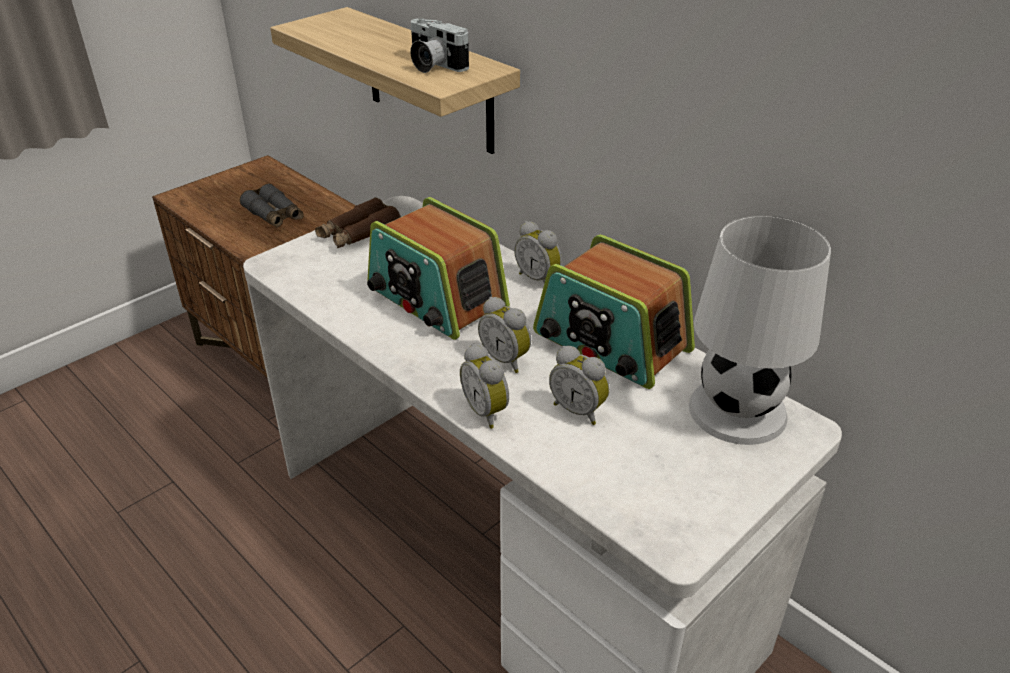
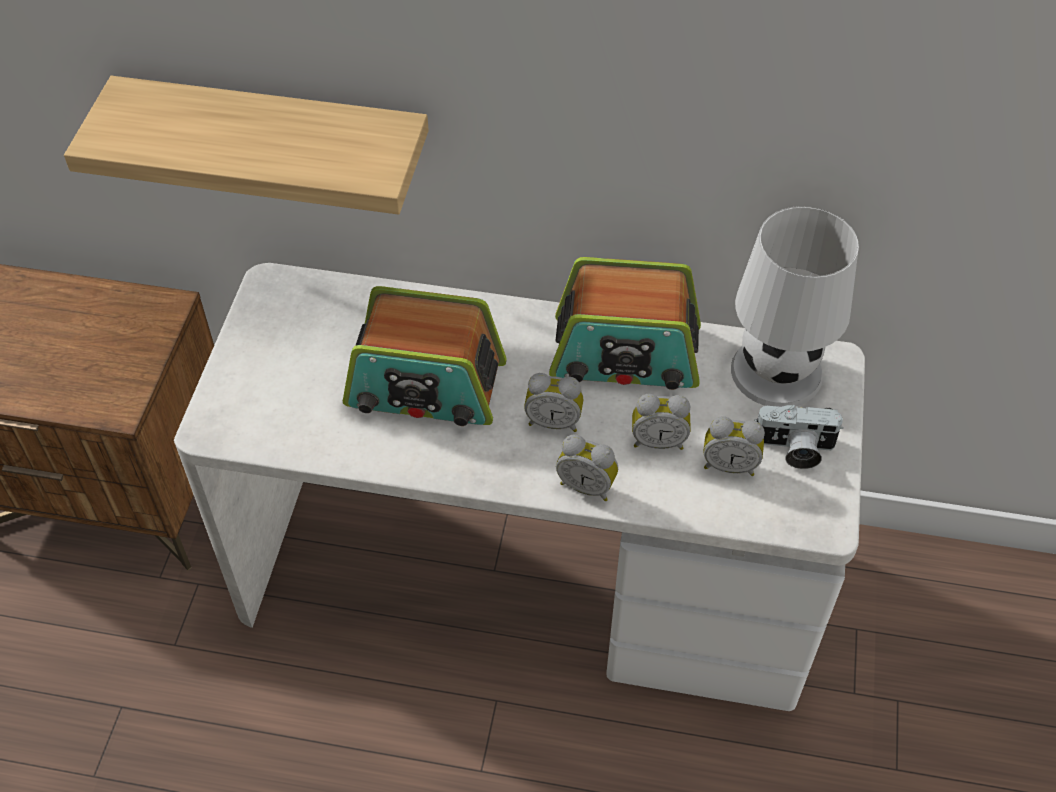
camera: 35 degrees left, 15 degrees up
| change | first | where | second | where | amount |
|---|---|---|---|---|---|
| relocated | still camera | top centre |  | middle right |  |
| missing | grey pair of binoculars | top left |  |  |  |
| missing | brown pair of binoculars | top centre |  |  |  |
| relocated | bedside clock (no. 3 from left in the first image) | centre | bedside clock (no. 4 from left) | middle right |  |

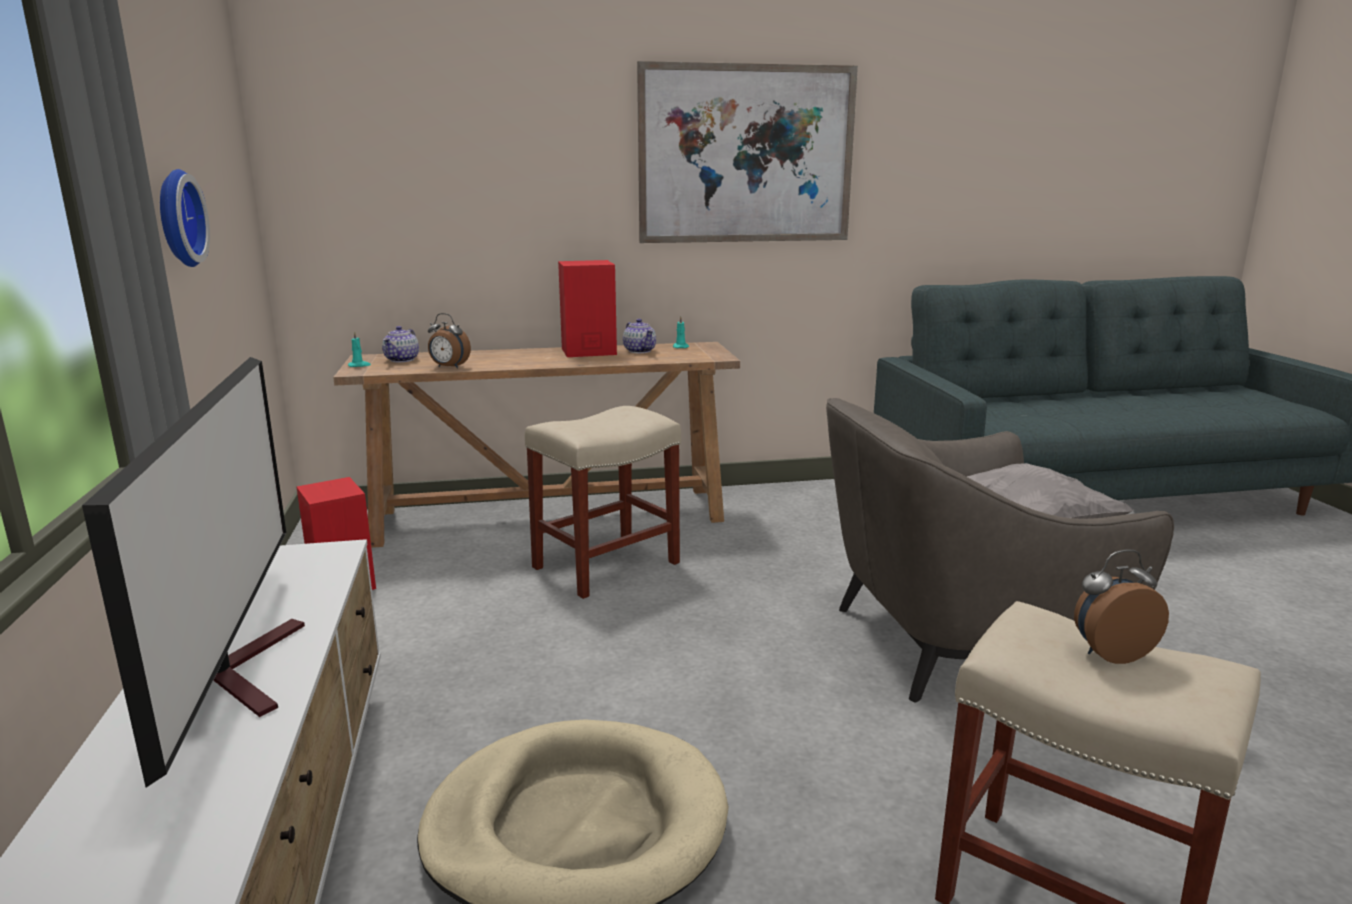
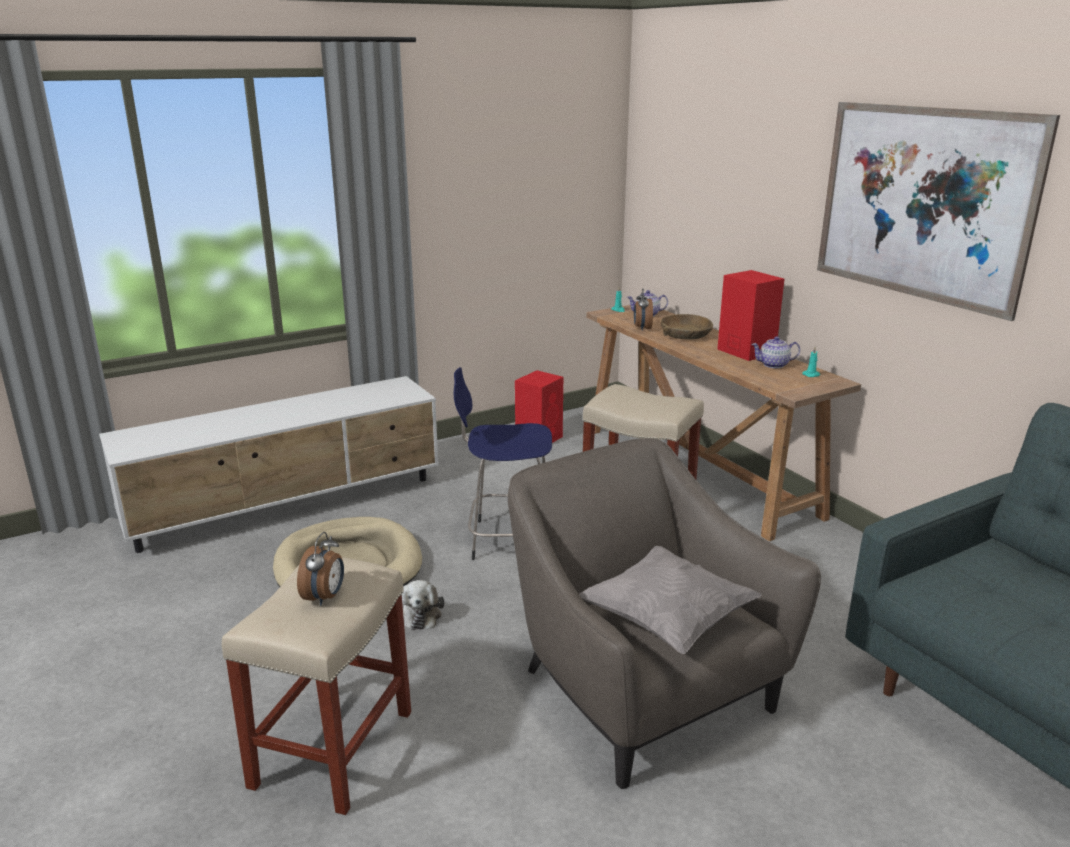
camera: 70 degrees right, 5 degrees up
| change | first | where | second | where | amount |
|---|---|---|---|---|---|
| missing | clock on the wall | top left |  |  |  |
| spun | tea pot (no. 2 from left) | centre |  | middle right | 45 degrees clockwise |
| missing | TV set | middle left |  |  |  |
| spun | bedside clock (no. 2 from left in the first image) | bottom right | bedside clock (no. 1 from left) | bottom left | 45 degrees clockwise |
| appeared |  |  | brown deep dish | centre |  |
| appeared |  |  | blue-coloured sitting stool | centre |  |
| appeared |  |  | plush toy | bottom centre |  |

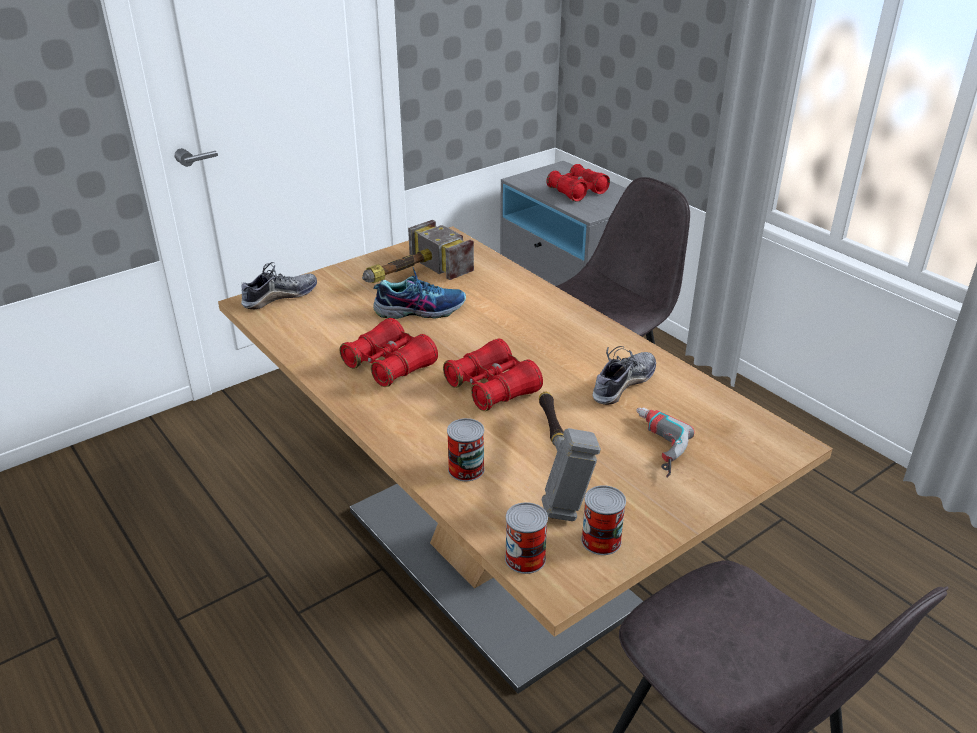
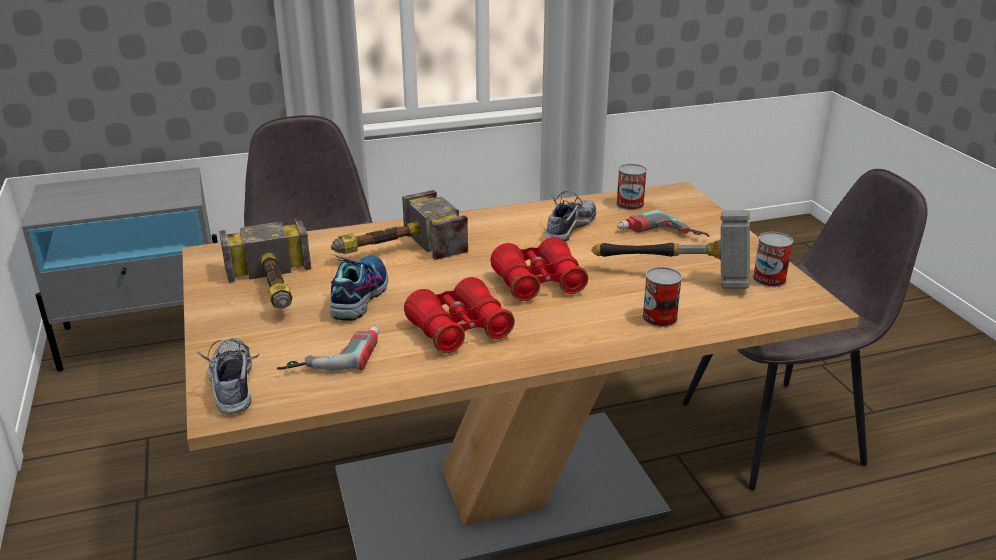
camera: 70 degrees left, 5 degrees down
| change | first | where | second | where | amount |
|---|---|---|---|---|---|
| missing | red-coloured pair of binoculars (no. 3 from left) | top centre |  |  |  |
| spun | low shoe (no. 3 from left) | centre |  | centre | 60 degrees clockwise |
| relocated | sealed can (no. 2 from left in the first image) | bottom centre | sealed can (no. 1 from left) | centre |  |
| appeared |  |  | hammer (no. 2 from left) | centre |  |
| appeared |  |  | drill (no. 1 from left) | middle left |  |

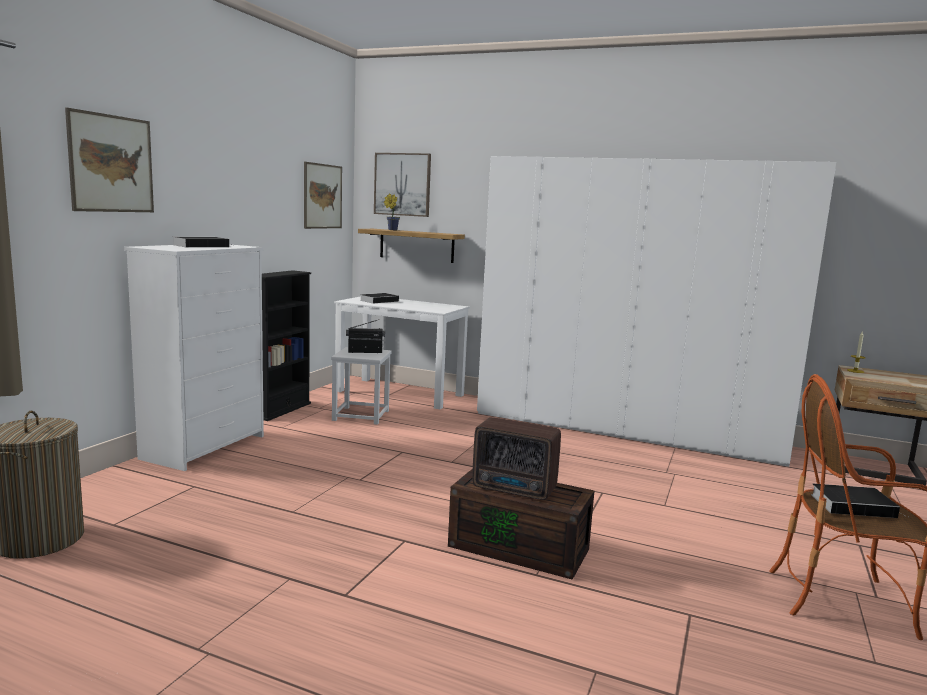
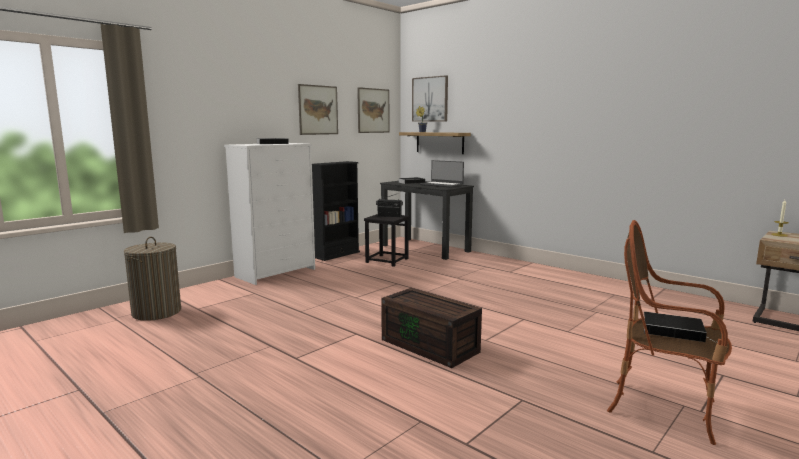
camera: 20 degrees right, 0 degrees up
| change | first | where | second | where | amount |
|---|---|---|---|---|---|
| relocated | wall art (no. 1 from left) | top left |  | top centre |  |
| missing | white-coloured armoire | middle right |  |  |  |
| colour | white-coloured desk | centre | blackish desk | centre |  |
| colour | white-coloured sitting stool | centre | blackish sitting stool | centre |  |
| missing | radio receiver (no. 2 from left) | centre |  |  |  |
| appeared |  |  | portable computer | centre |  |

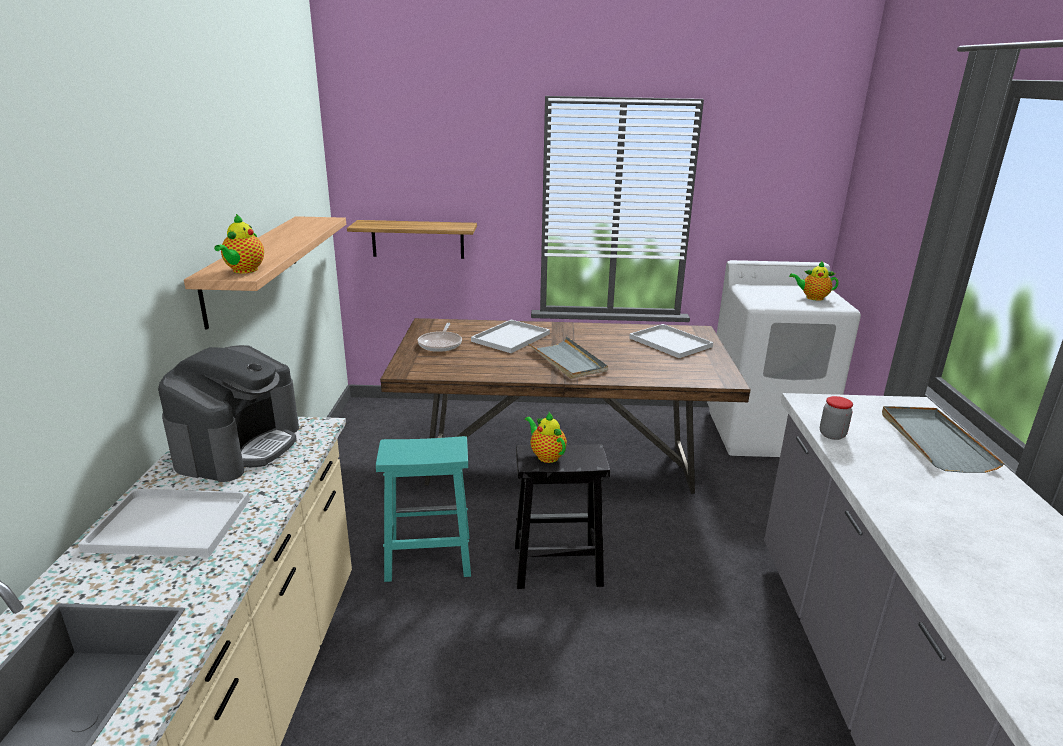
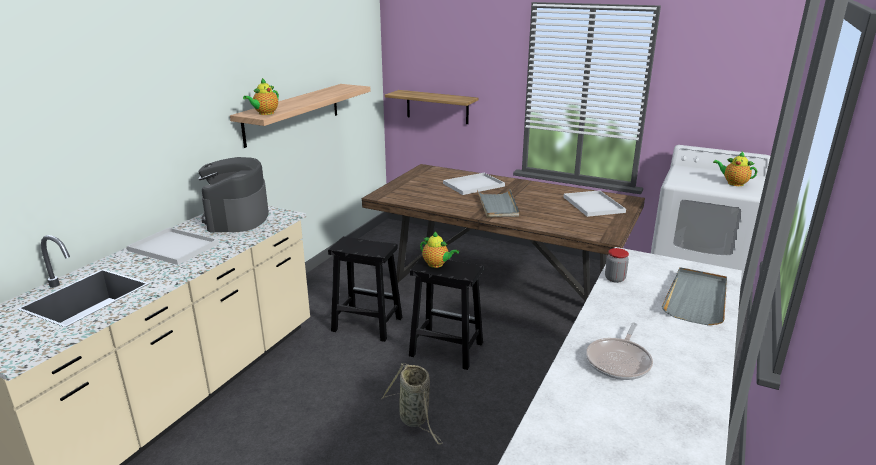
camera: 25 degrees right, 0 degrees up
| change | first | where | second | where | amount |
|---|---|---|---|---|---|
| relocated | frying pan | centre |  | bottom right |  |
| spun | coffee brewer | middle left |  | middle left | 135 degrees clockwise |
| spun | tea pot (no. 2 from left) | centre |  | centre | 135 degrees clockwise |
| colour | turquoise sitting stool | bottom centre | blackish sitting stool (no. 1 from left) | centre |  |
| appeared |  |  | household basket | bottom centre |  |

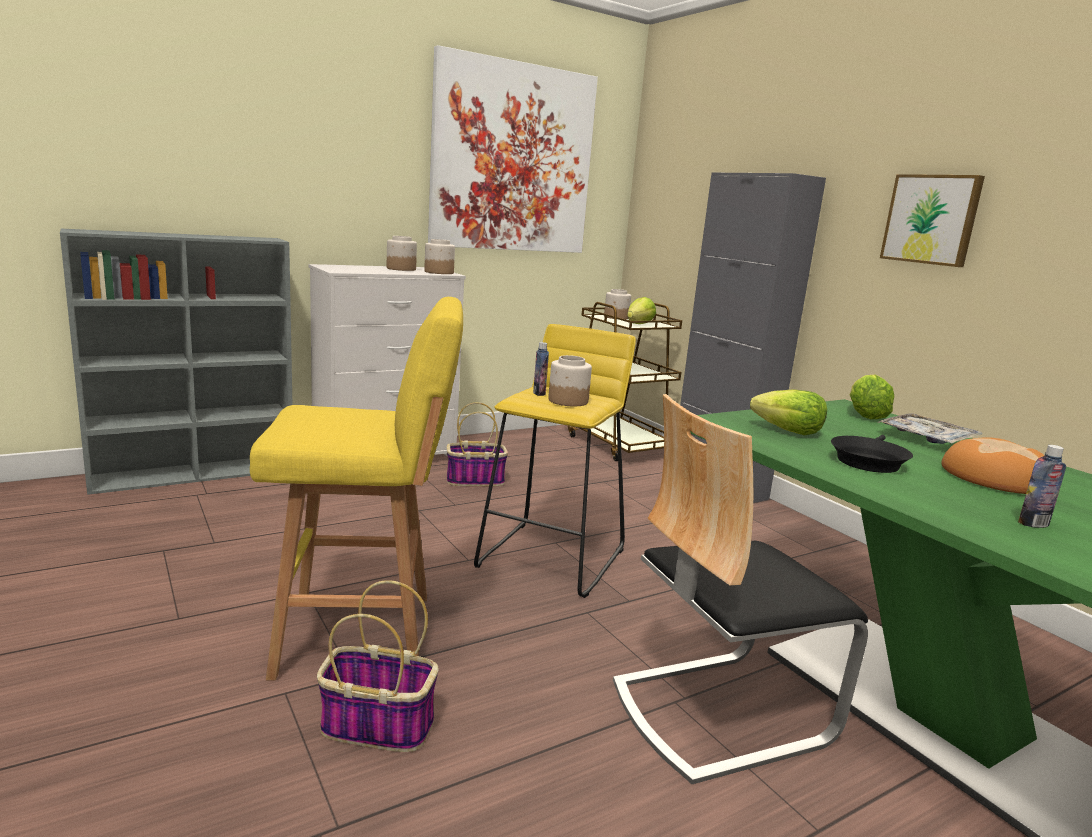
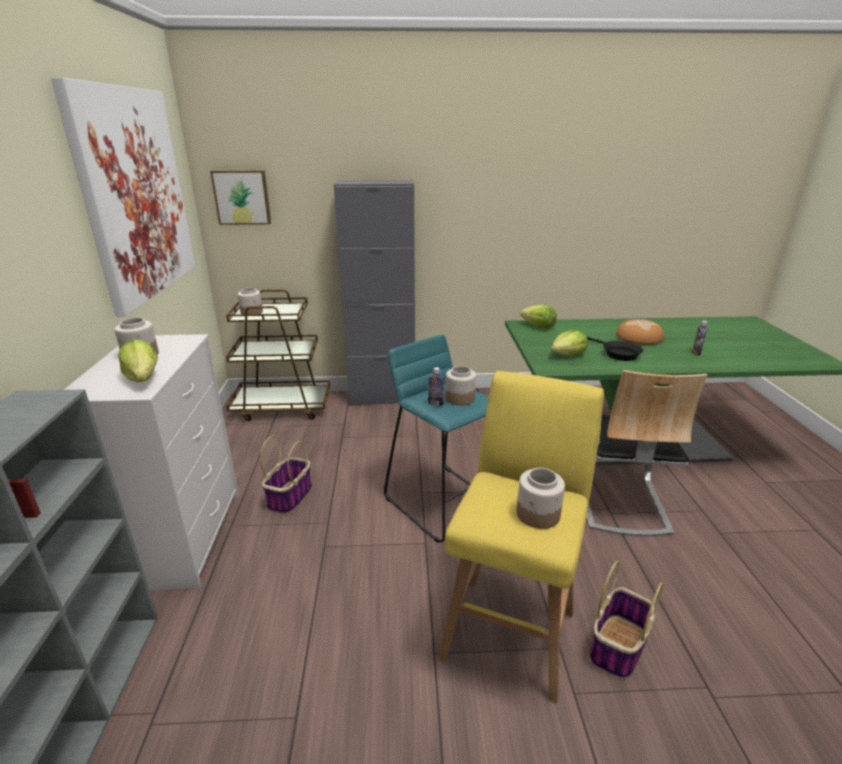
camera: 60 degrees left, 10 degrees up
| change | first | where | second | where | amount |
|---|---|---|---|---|---|
| relocated | wall art (no. 2 from left) | top right |  | top left |  |
| relocated | jar (no. 2 from left in the first image) | top centre | jar (no. 4 from left) | centre |  |
| relocated | lettuce (no. 1 from left) | centre |  | middle left |  |
| colour | yellow sitting stool (no. 2 from left) | centre | turquoise sitting stool | centre |  |
| missing | carrying tray | middle right |  |  |  |

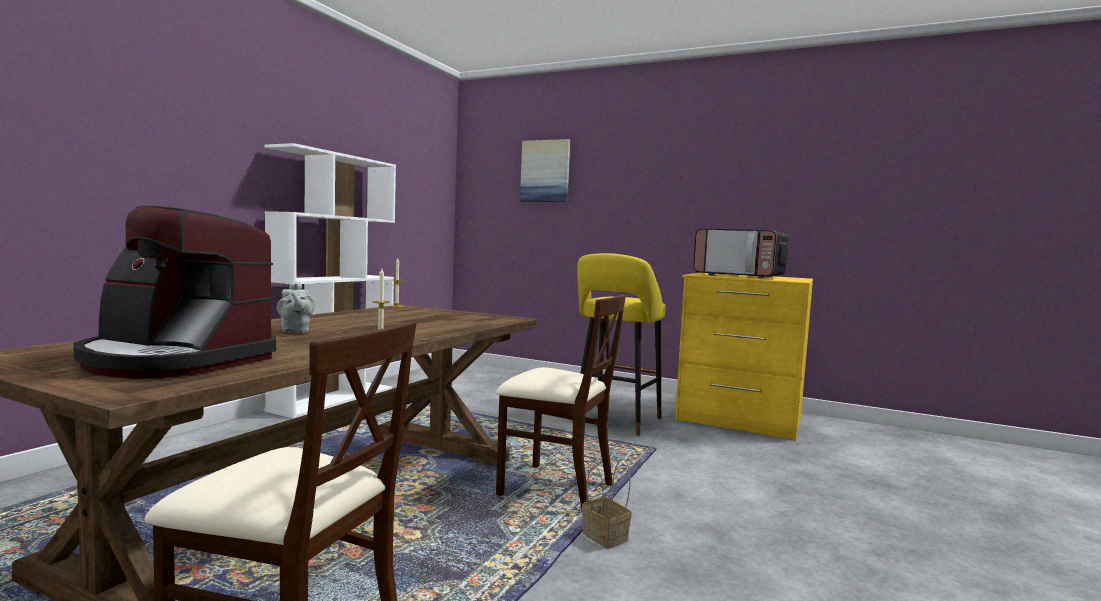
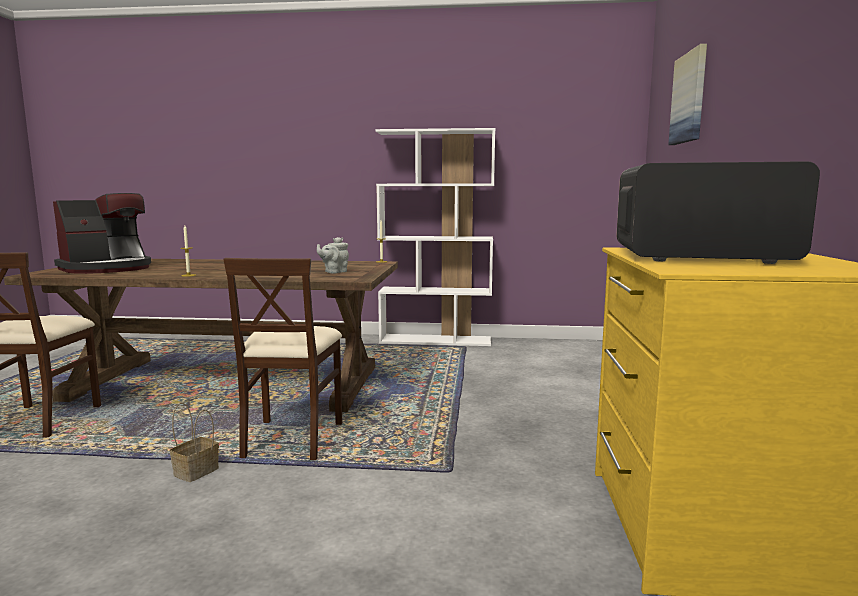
camera: 70 degrees right, 5 degrees up
| change | first | where | second | where | amount |
|---|---|---|---|---|---|
| spun | coffee brewer | middle left |  | middle left | 135 degrees counterclockwise |
| spun | microwave oven | middle right |  | middle right | 90 degrees clockwise |
| missing | yellow sitting stool | centre |  |  |  |
| relocated | grey tea pot | middle left |  | centre |  |

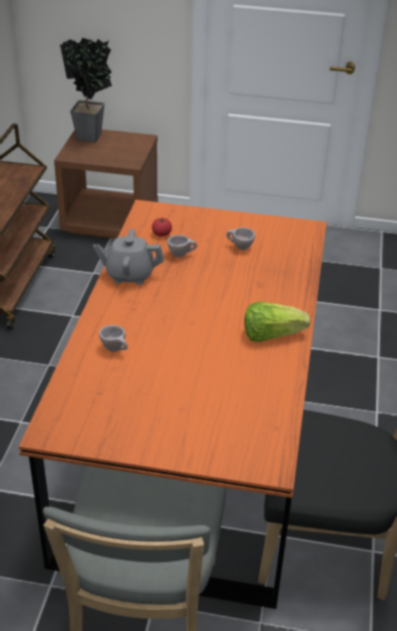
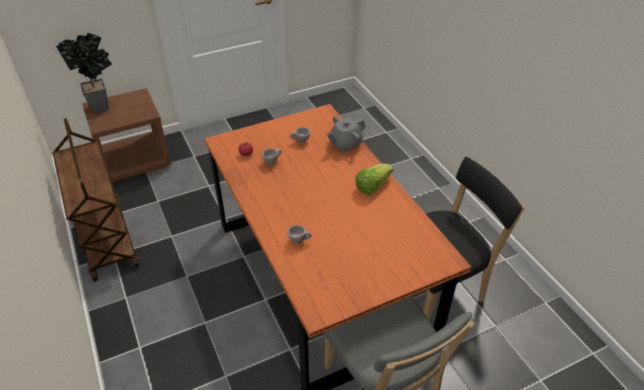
camera: 35 degrees left, 5 degrees up
| change | first | where | second | where | amount |
|---|---|---|---|---|---|
| relocated | grey tea pot | middle left |  | centre |  |

